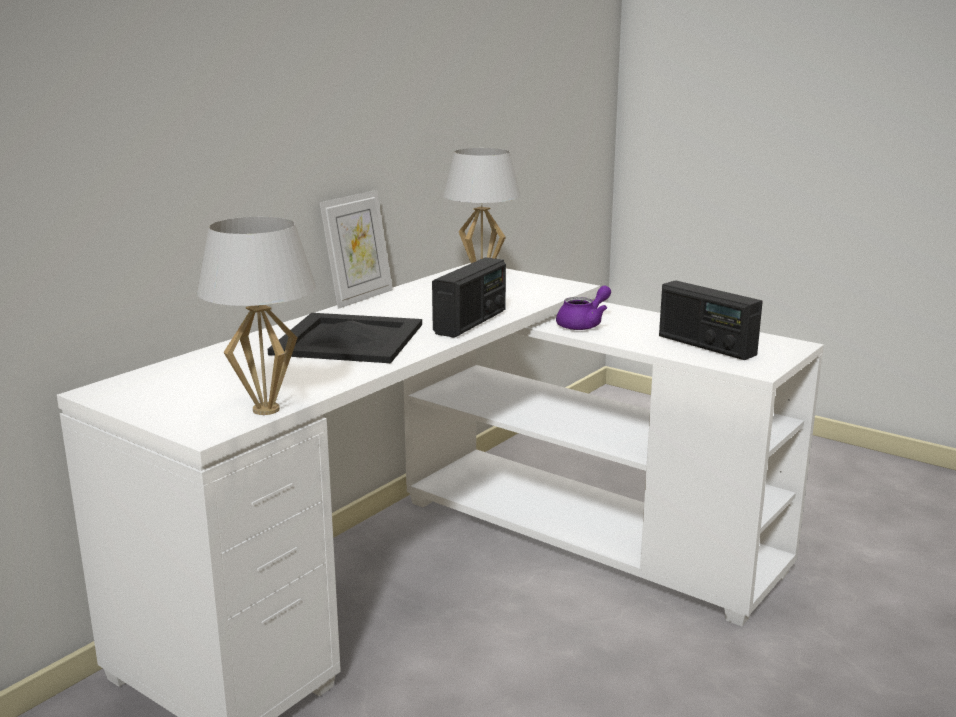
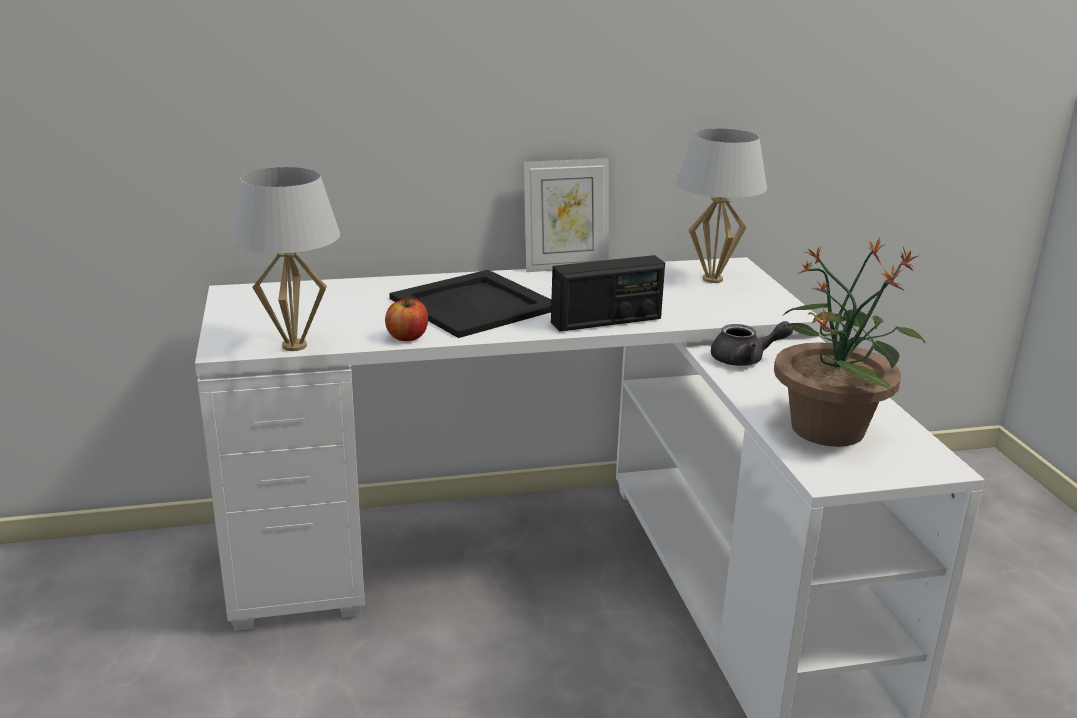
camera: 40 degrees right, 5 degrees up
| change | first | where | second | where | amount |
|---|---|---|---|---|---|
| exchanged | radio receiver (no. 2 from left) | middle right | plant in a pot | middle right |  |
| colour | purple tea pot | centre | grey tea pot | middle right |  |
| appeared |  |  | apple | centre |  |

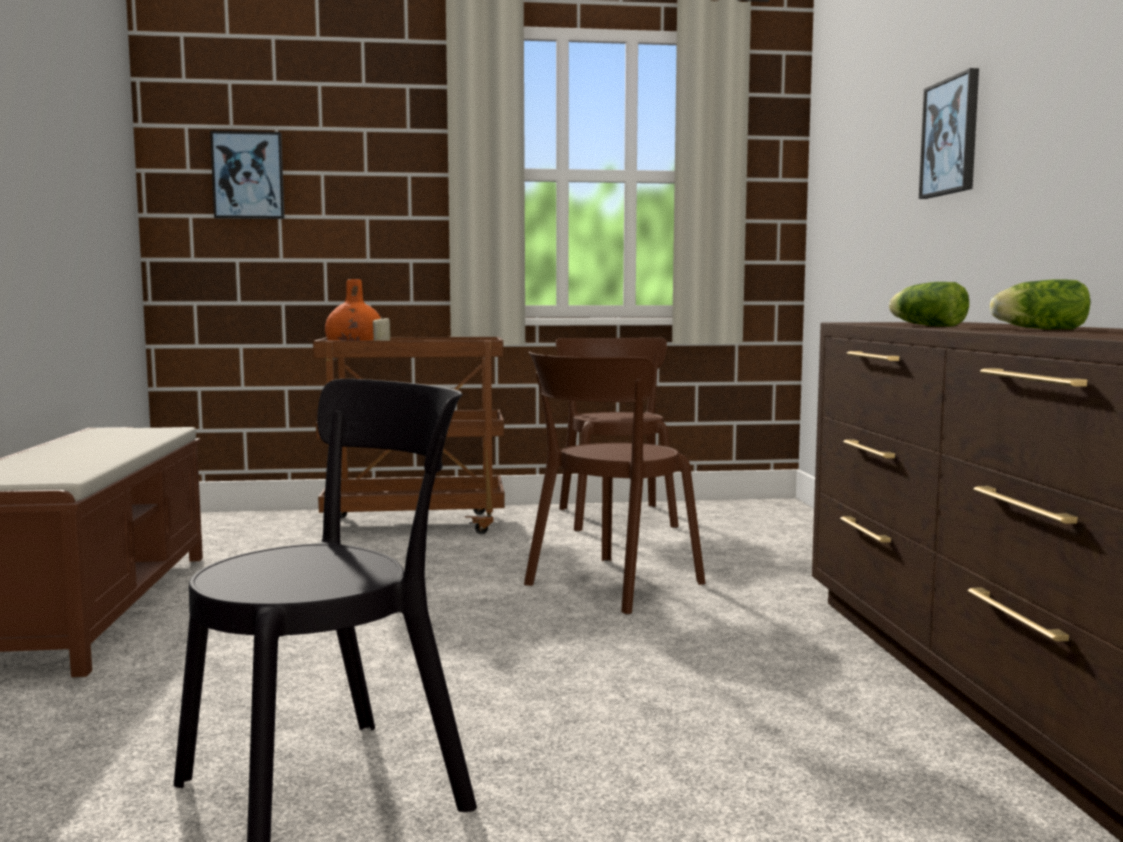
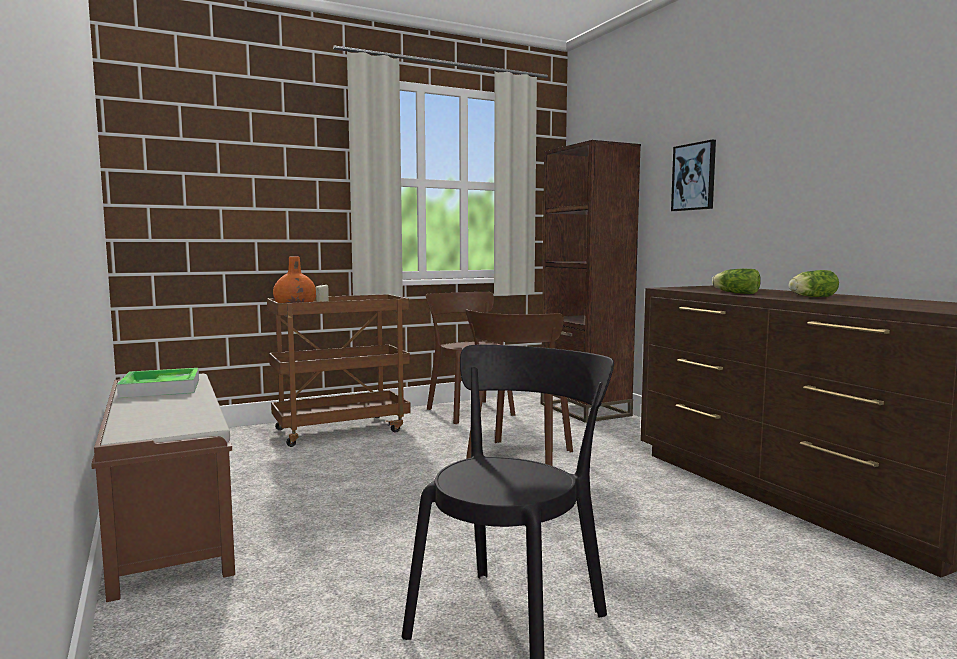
camera: 20 degrees left, 0 degrees up
| change | first | where | second | where | amount |
|---|---|---|---|---|---|
| missing | wall art (no. 1 from left) | top left |  |  |  |
| appeared |  |  | brown bookshelf | centre |  |
| appeared |  |  | carrying tray | middle left |  |

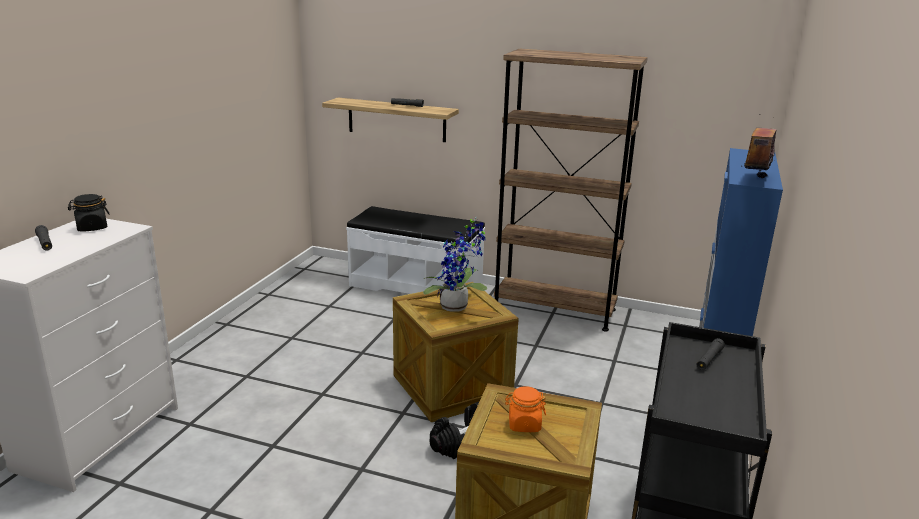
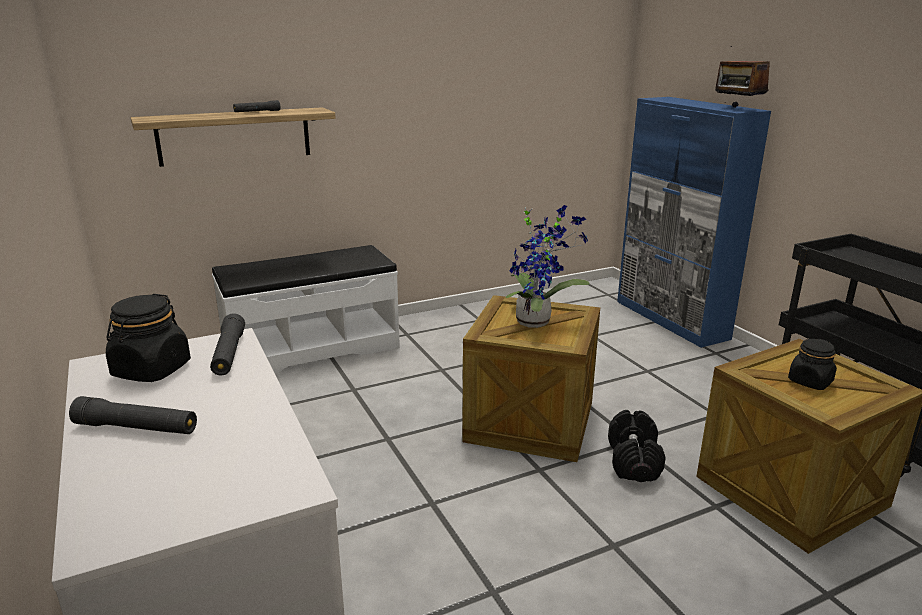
camera: 45 degrees left, 0 degrees up
| change | first | where | second | where | amount |
|---|---|---|---|---|---|
| missing | brown bookshelf | centre |  |  |  |
| relocated | blackish flashlight (no. 3 from left in the first image) | bottom right | blackish flashlight (no. 2 from left) | middle left |  |
| colour | orange jar | bottom centre | blackish jar (no. 2 from left) | middle right |  |

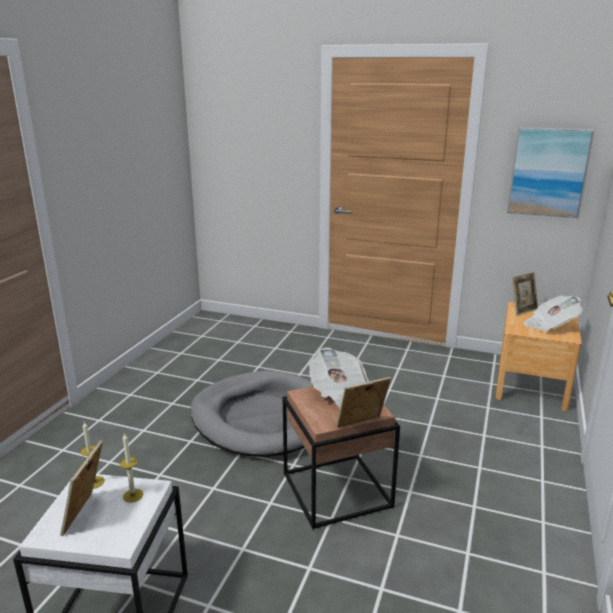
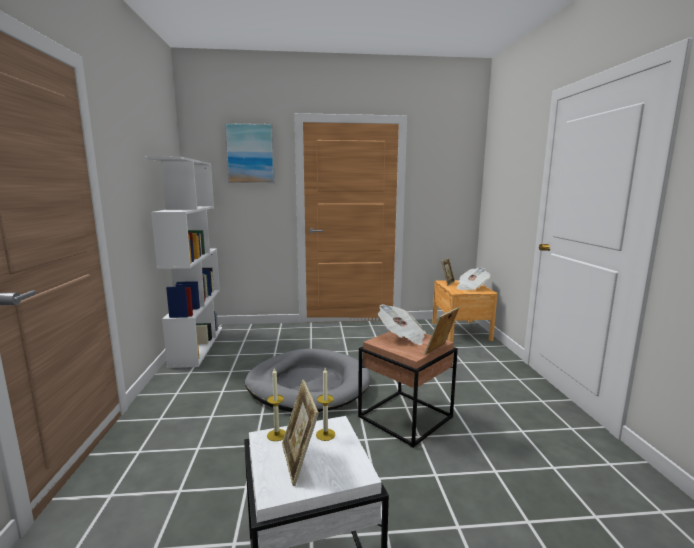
camera: 25 degrees left, 10 degrees down
| change | first | where | second | where | amount |
|---|---|---|---|---|---|
| relocated | wall art | top right |  | top centre |  |
| appeared |  |  | white-coloured bookshelf | middle left |  |

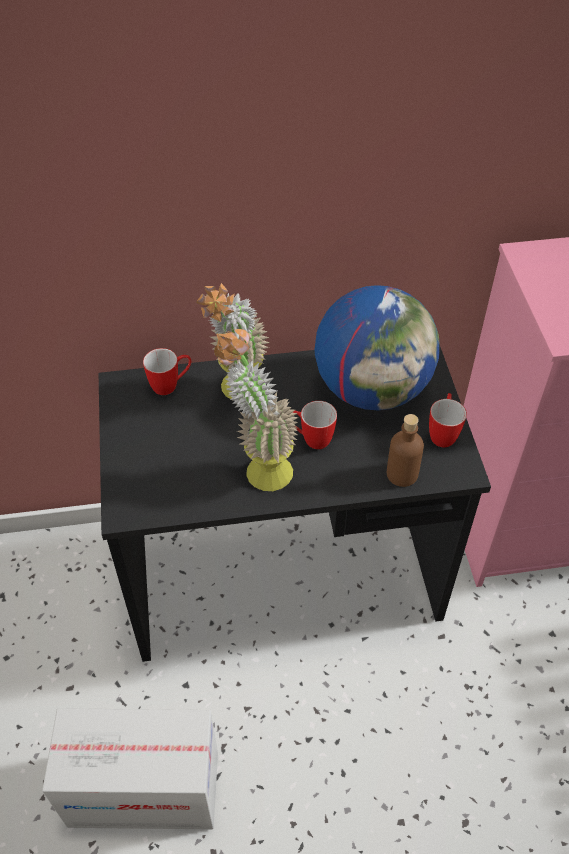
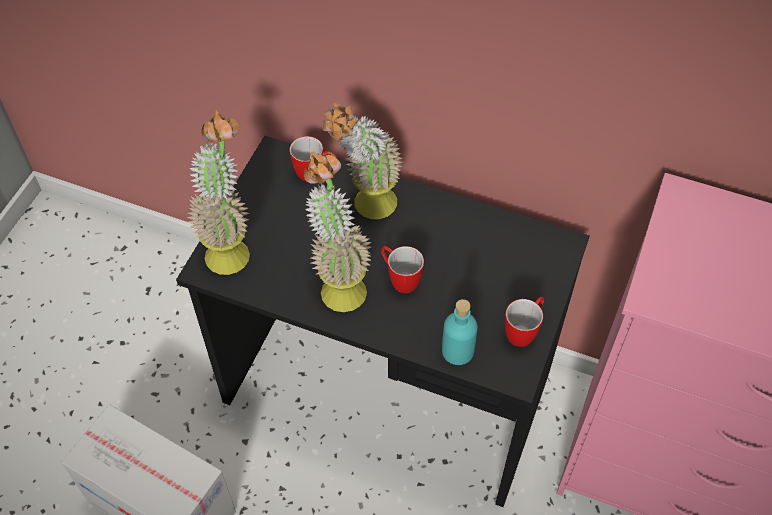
camera: 30 degrees right, 5 degrees up
| change | first | where | second | where | amount |
|---|---|---|---|---|---|
| missing | globe | centre |  |  |  |
| colour | brown drink bottle | middle right | turquoise drink bottle | centre |  |
| appeared |  |  | plant in a pot (no. 1 from left) | middle left |  |

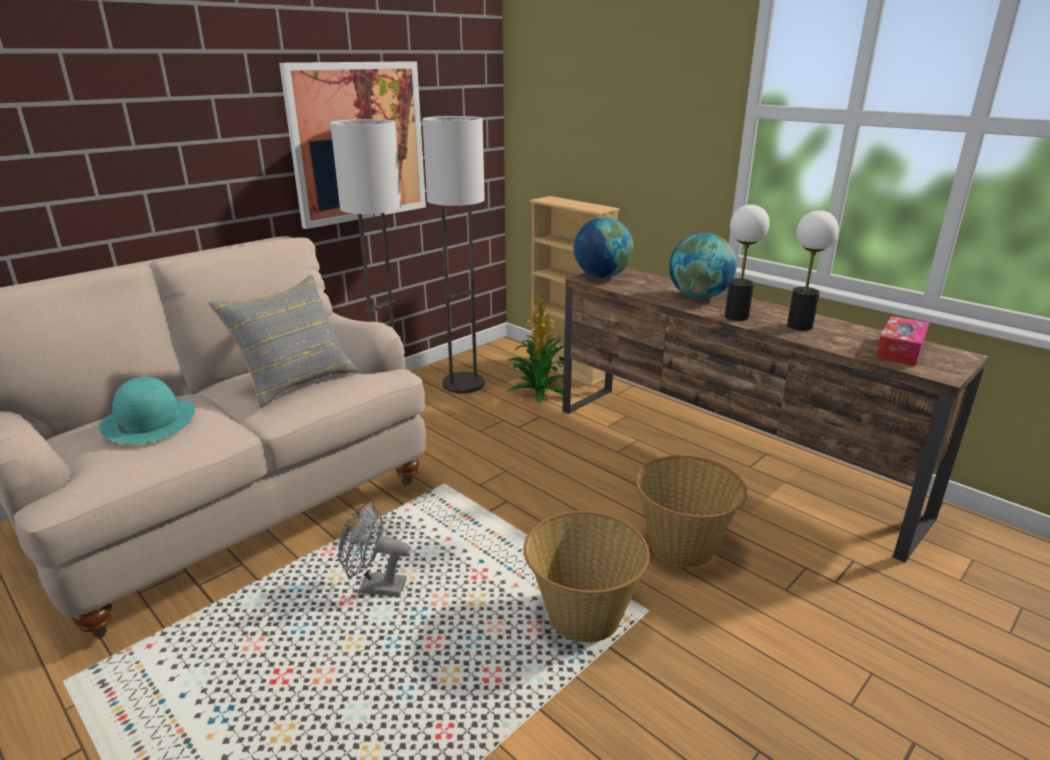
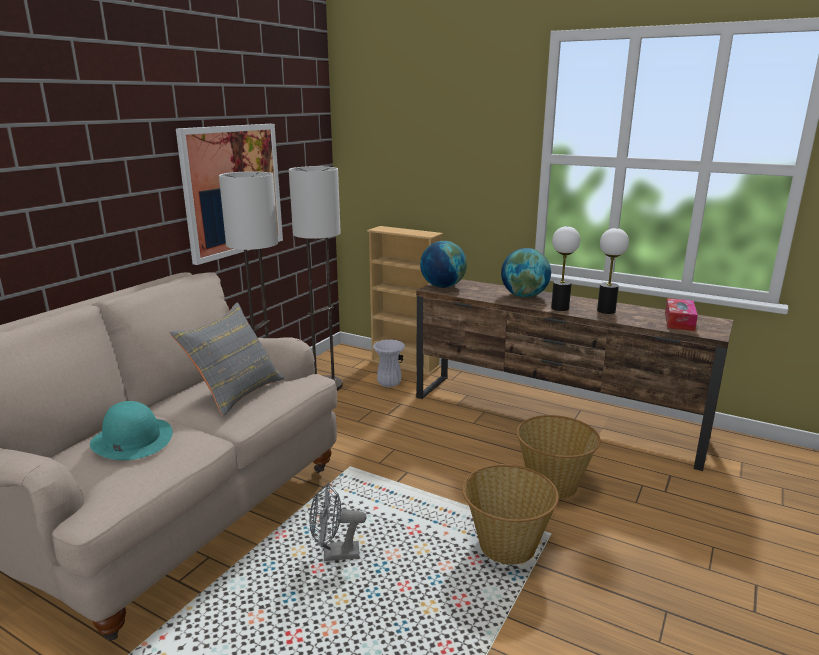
camera: 15 degrees left, 5 degrees down
| change | first | where | second | where | amount |
|---|---|---|---|---|---|
| exchanged | plant in a pot | centre | white-coloured flower vase | centre |  |

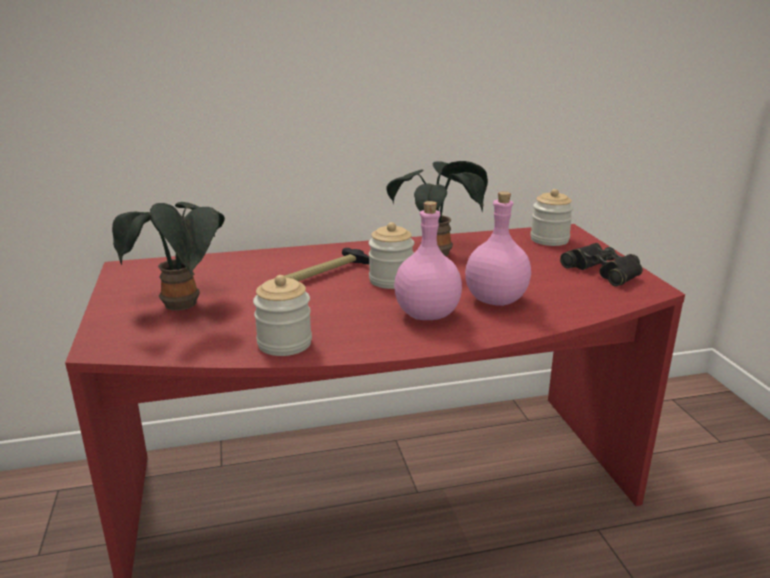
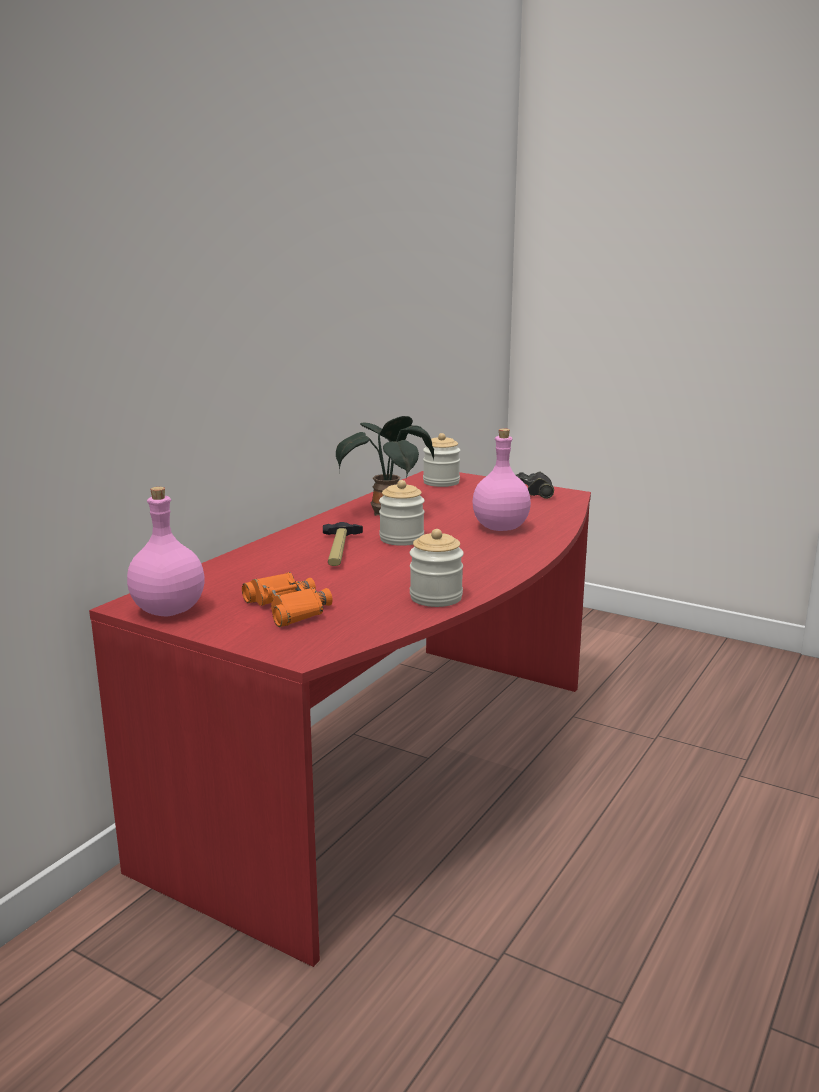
camera: 45 degrees left, 5 degrees down
| change | first | where | second | where | amount |
|---|---|---|---|---|---|
| relocated | pink-coloured drink bottle (no. 1 from left) | centre |  | middle left |  |
| exchanged | plant in a pot (no. 1 from left) | middle left | orange pair of binoculars | centre |  |

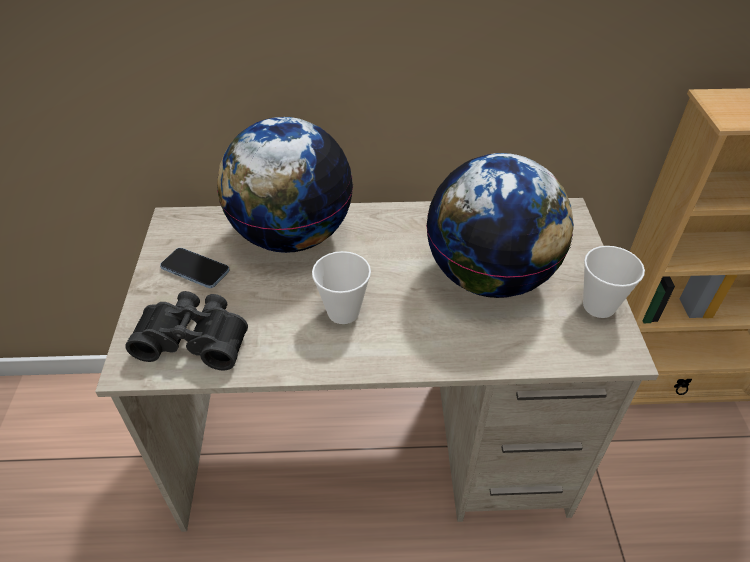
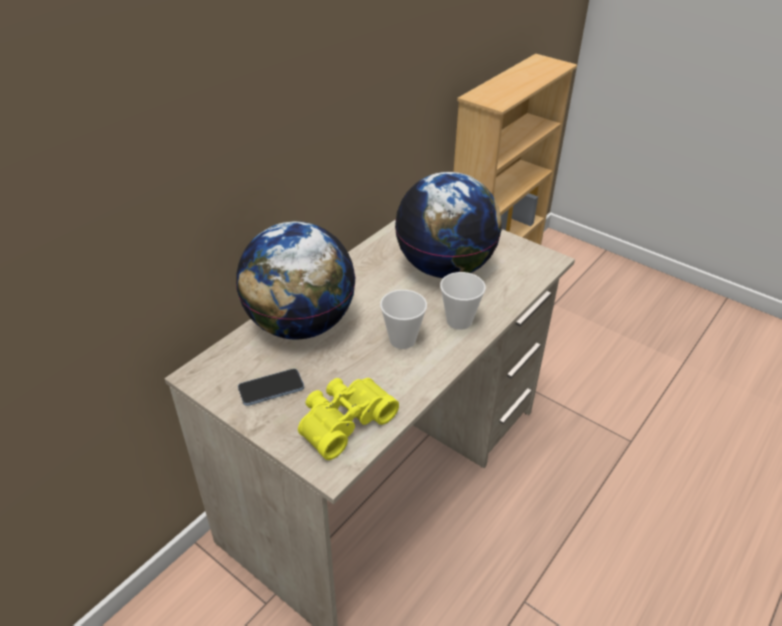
camera: 50 degrees left, 5 degrees down
| change | first | where | second | where | amount |
|---|---|---|---|---|---|
| relocated | cup (no. 2 from left) | middle right |  | centre |  |
| colour | blackish pair of binoculars | middle left | yellow pair of binoculars | bottom centre |  |

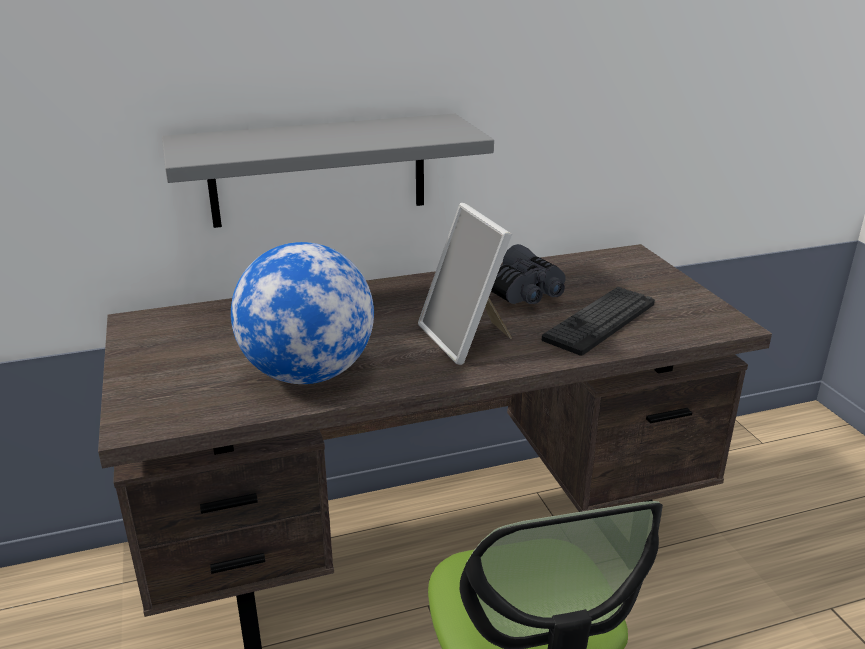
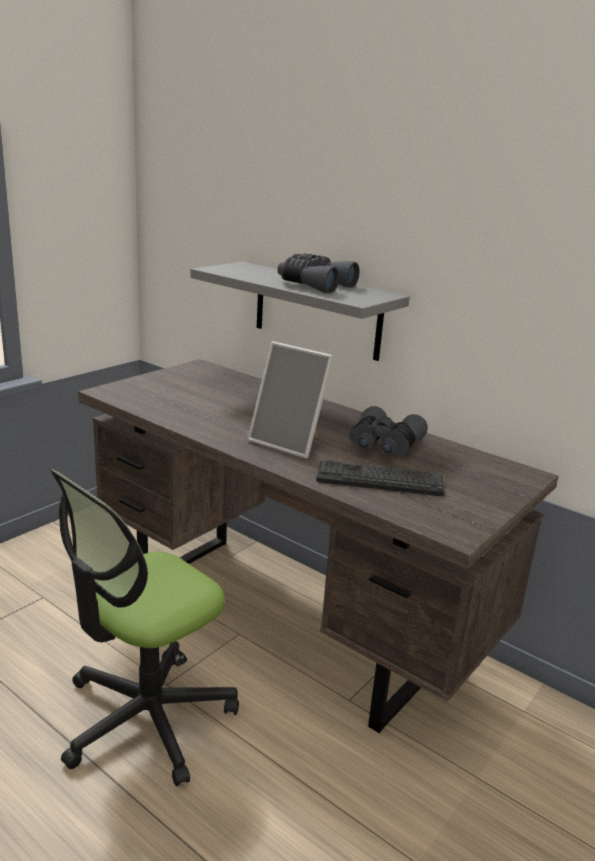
camera: 55 degrees right, 5 degrees down
| change | first | where | second | where | amount |
|---|---|---|---|---|---|
| spun | picture frame | centre |  | centre | 90 degrees counterclockwise |
| missing | globe | centre |  |  |  |
| appeared |  |  | grey pair of binoculars (no. 1 from left) | top centre |  |

